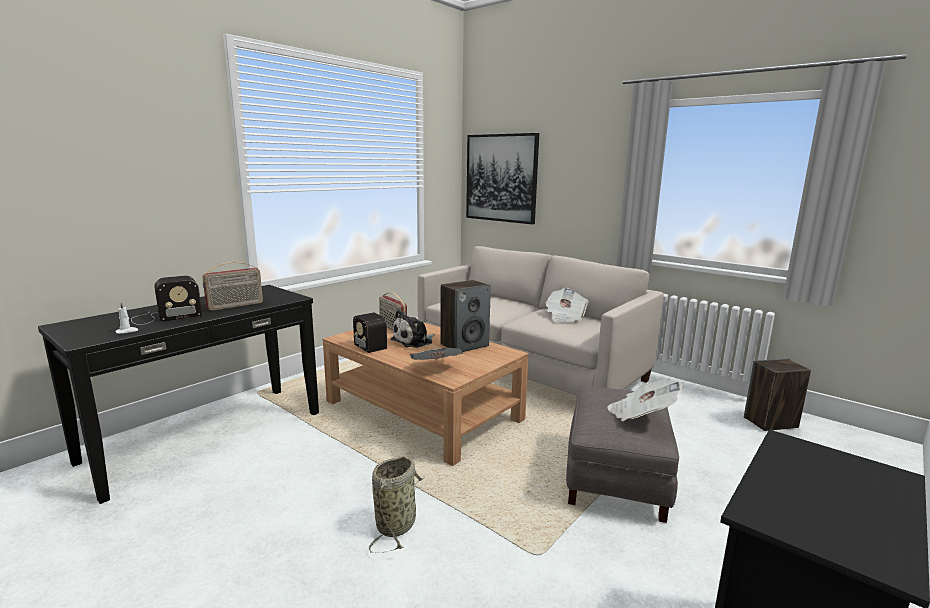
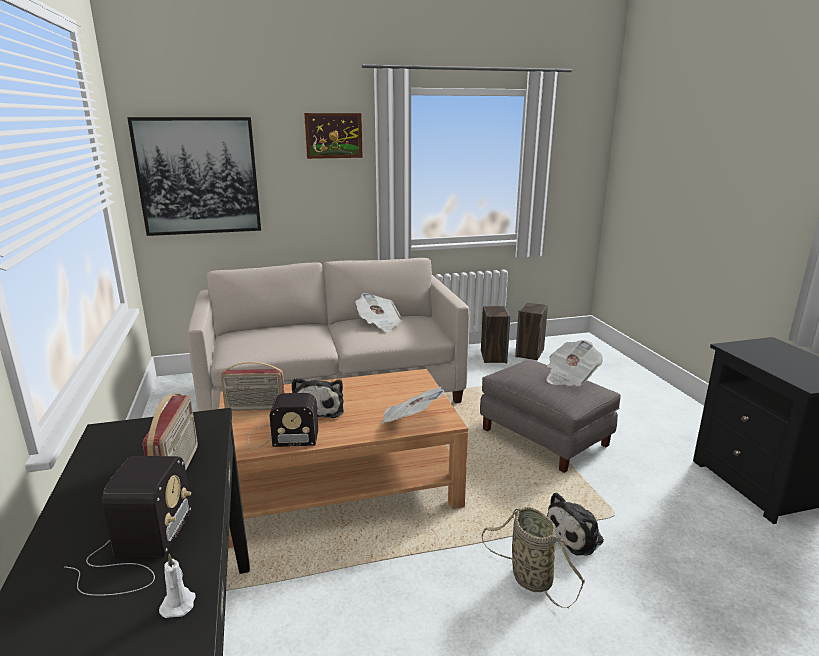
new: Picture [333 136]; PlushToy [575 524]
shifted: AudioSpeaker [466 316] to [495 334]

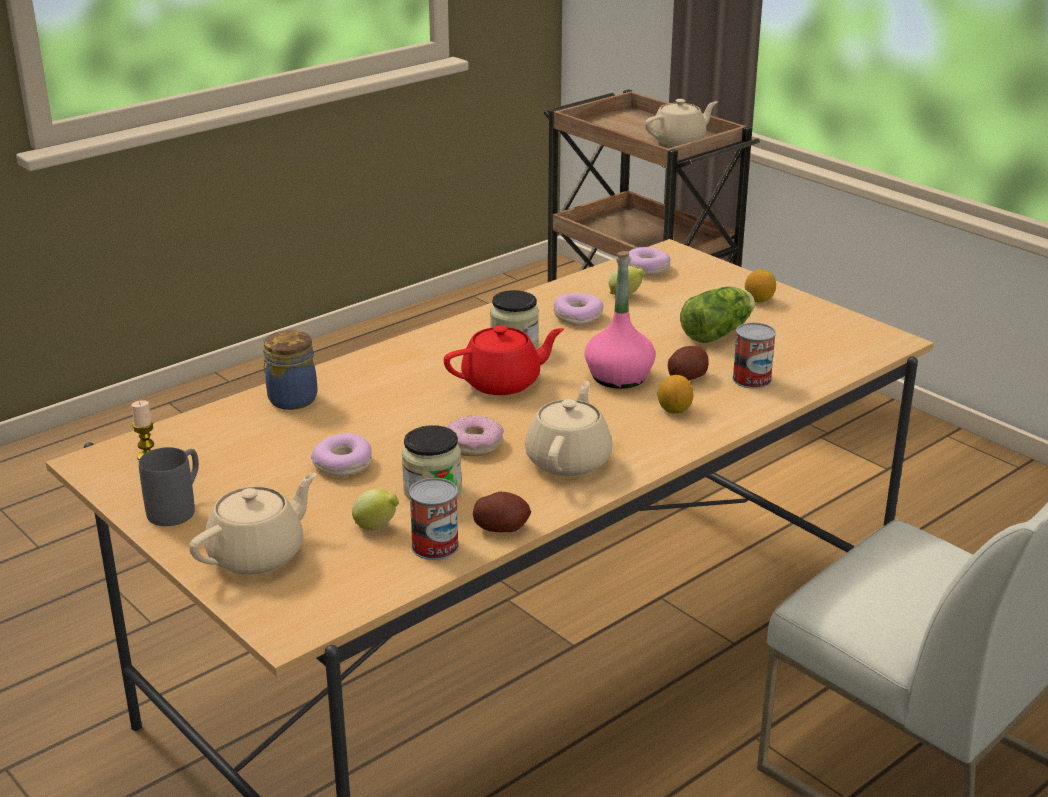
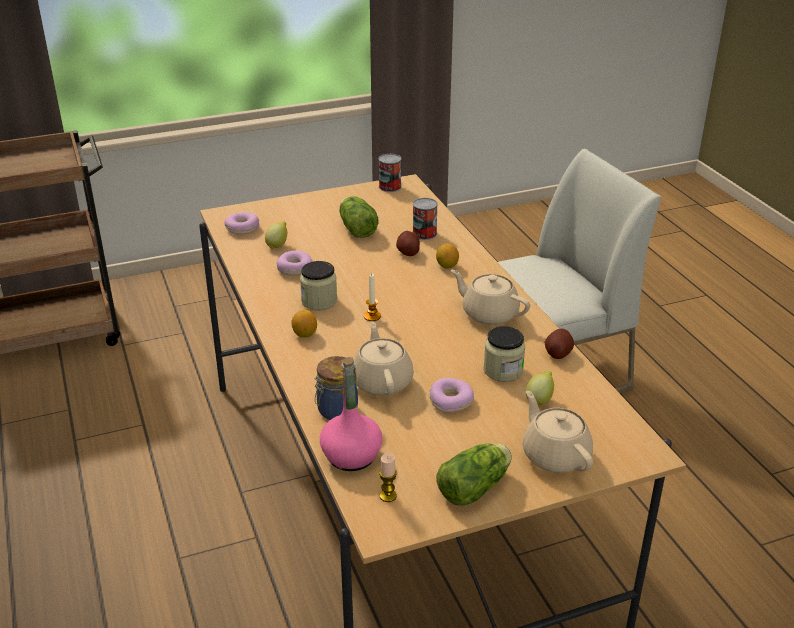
gone: Doughnut [475 435]
shifted: BeigeTeapot [681 123] to [383 358]; PinkColouredDrinkBottle [620 320] to [351 414]; CitrusFruit [760 286] to [304 324]; MetalCan [434 519] to [390 173]
swapped: ReddishTeapot [503 360] to WaxLight [372 297]; GrayCoffeeMug [169 486] to HeadOfLettuce [474 474]

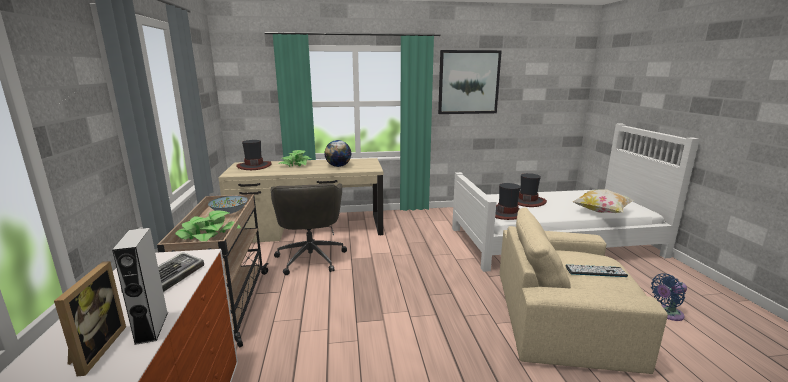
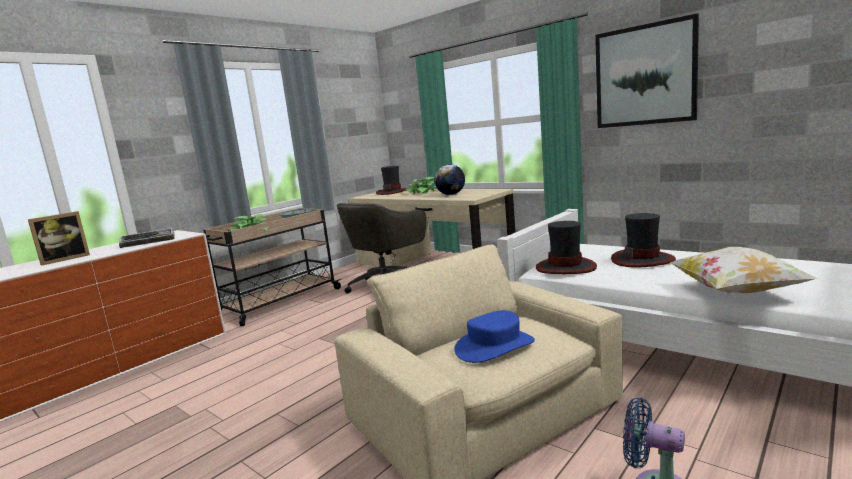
gone: GrayAudioSpeaker [140 286]
swapped: ComputerKeyboard [596 271] to BlueColouredHat [494 336]

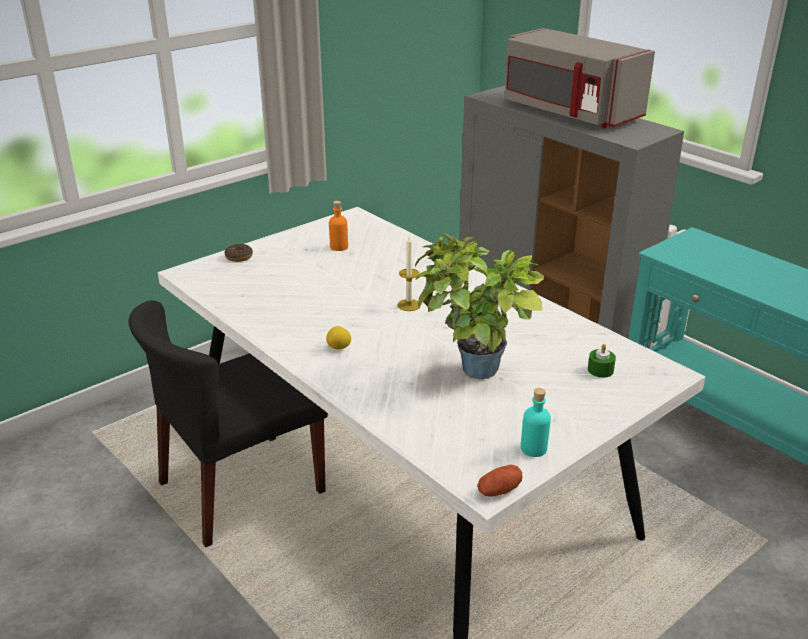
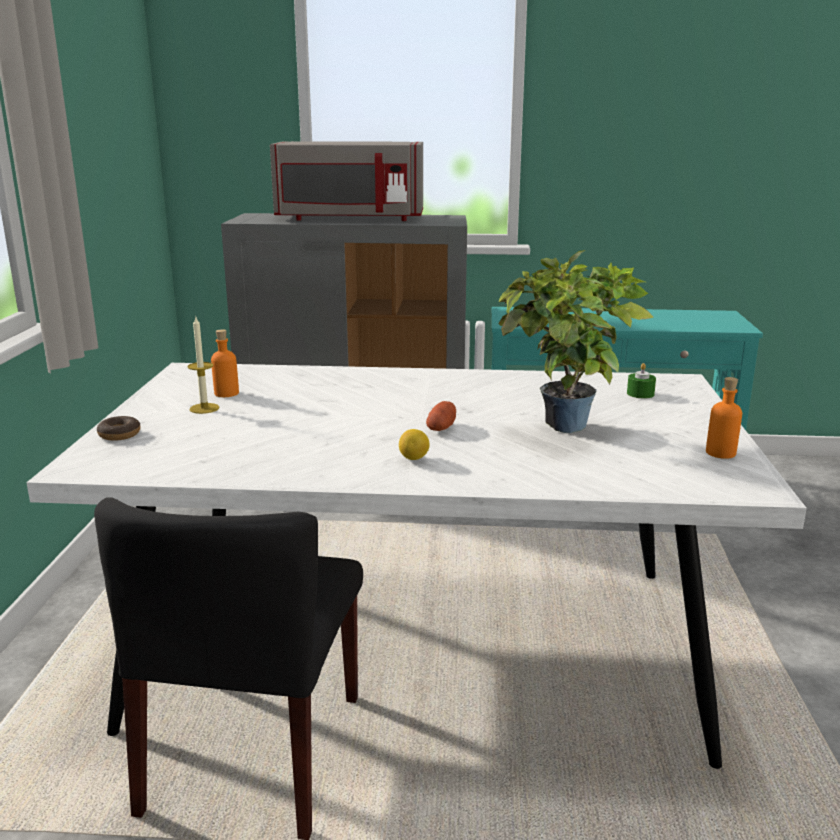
shifted: WaxLight [408 274] to [203 364]; WholePotato [499 481] to [441 416]
repainted: TurquoiseDrinkBottle [536 422] to OrangeDrinkBottle [724 418]

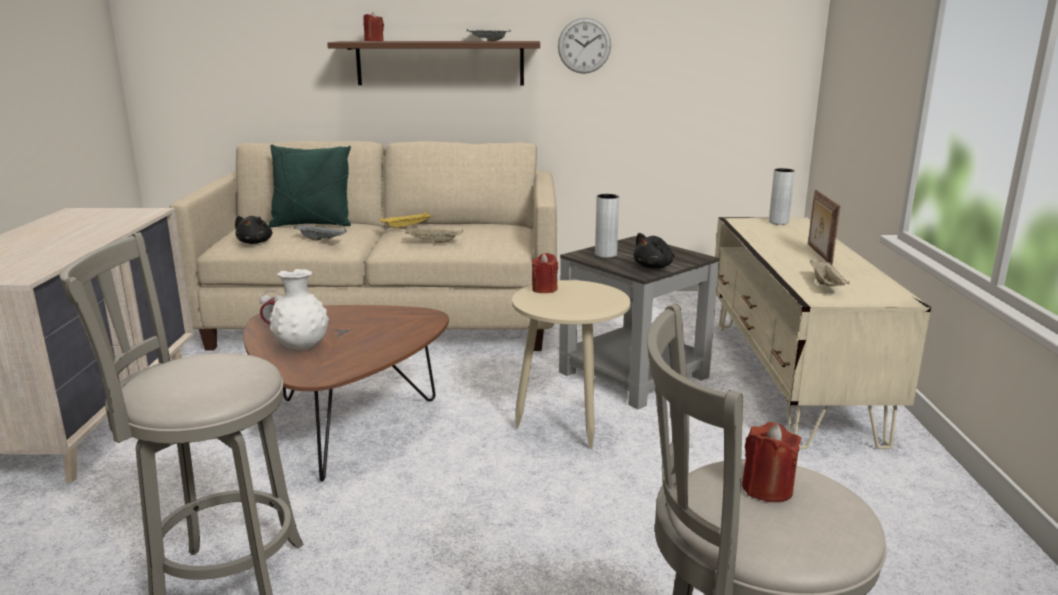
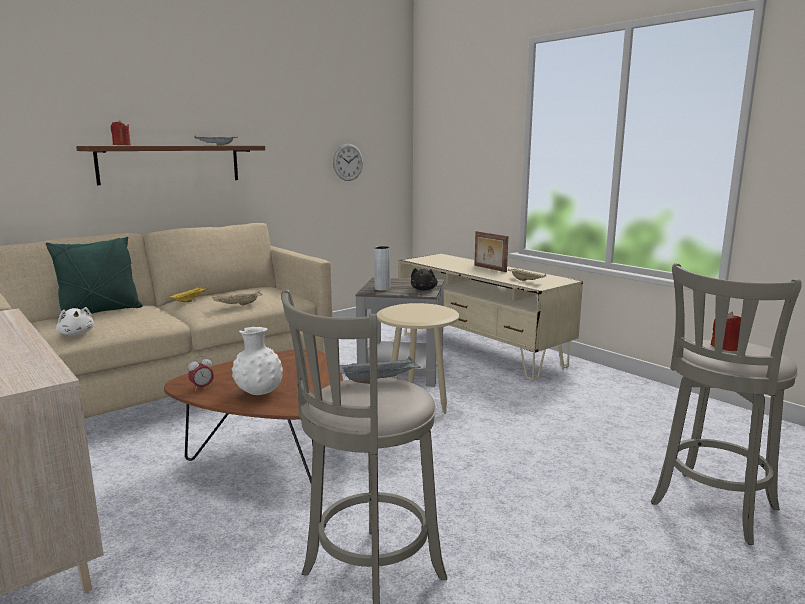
gone: GrayVase [782 196]; ReddishWaxLight [545 273]
shifted: HangingClock [584 46] to [348 162]; GrayCarryingTray [320 232] to [380 370]
repainted: BlackColouredPlushToy [253 230] to WhitishPlushToy [75 321]

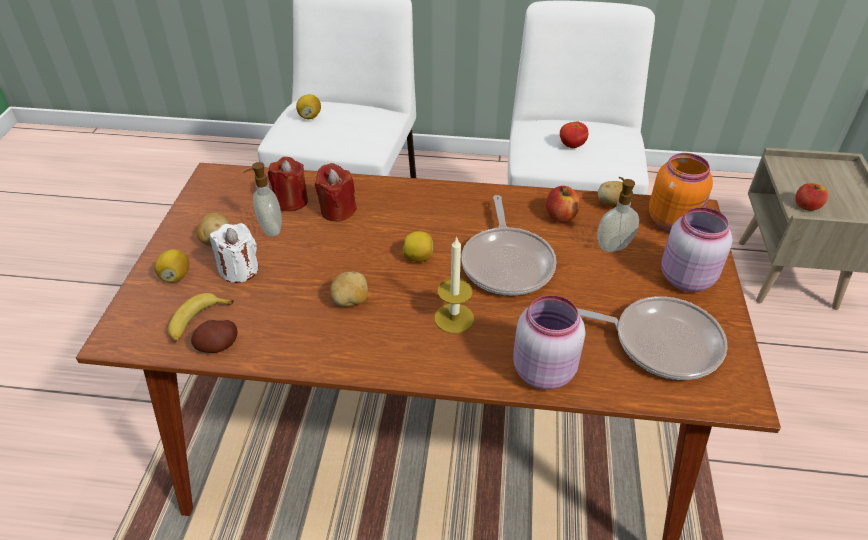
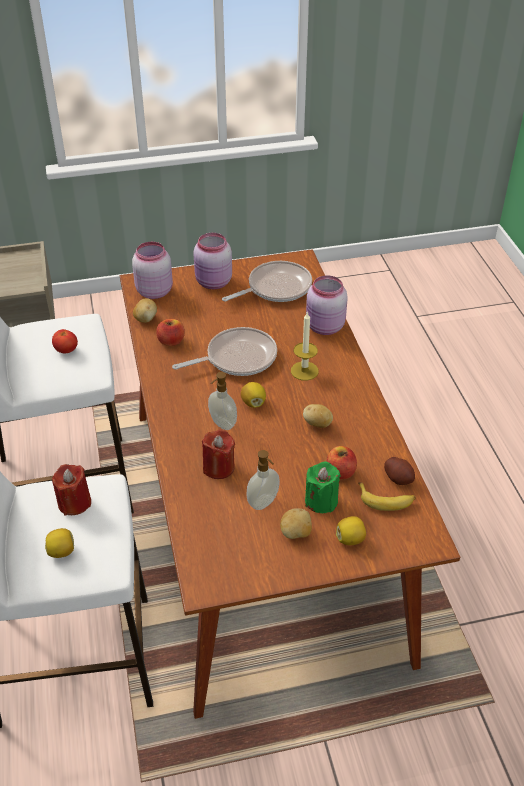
shifted: ReddishWaxLight [288 184] to [71 490]; SoapBottle [618 214] to [222 401]; WholeApple [812 197] to [341 463]
repainted: OrangeJar [681 192] to PinkColouredJar [152 270]; WhitishWaxLight [234 253] to GreenWaxLight [323 487]
rotated: Pan [652 338] = [267 281] 60 degrees clockwise

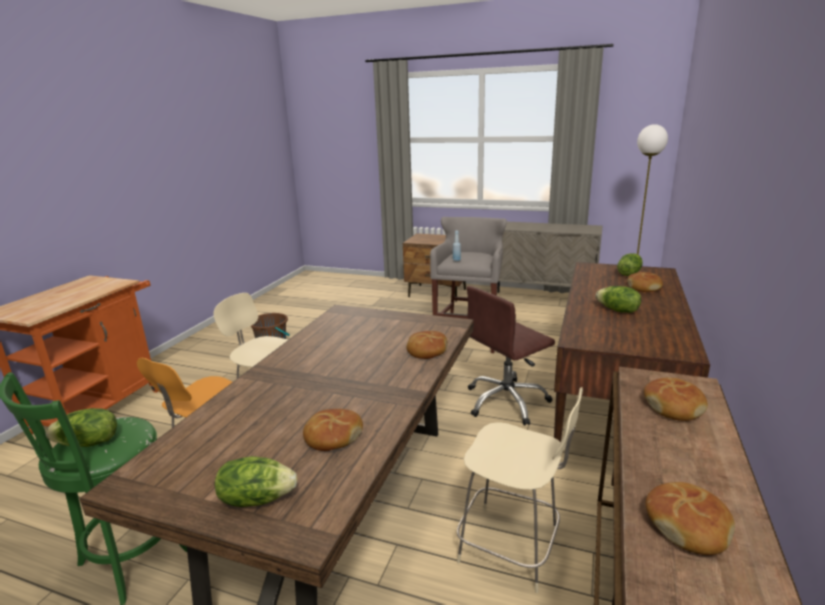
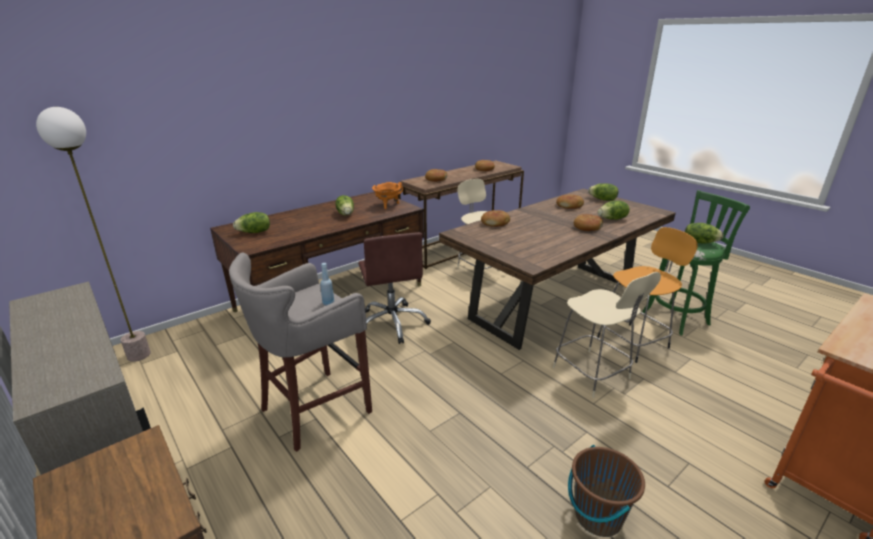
new: OrangeSaucepot [387 195]; HeadOfLettuce [614 210]
shifted: BakeryBread [645 282] to [588 222]
rotated: BrownColouredComputerChair [511 356] = [394 288] 75 degrees clockwise

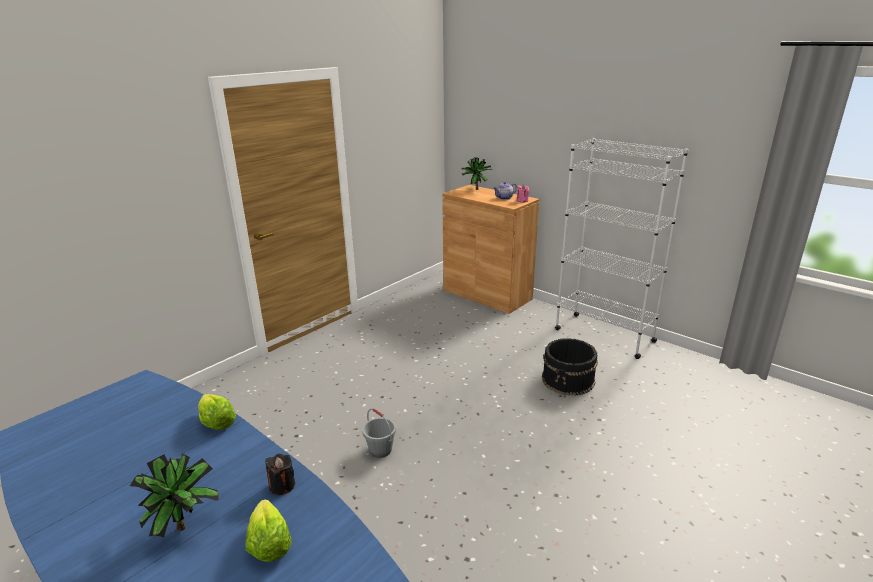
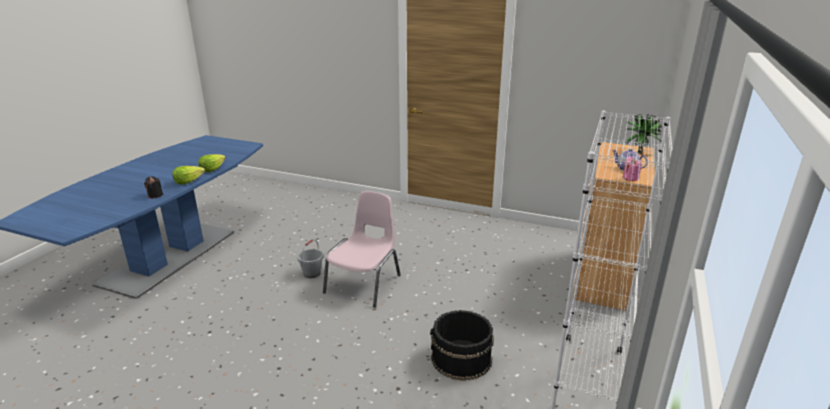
gone: Houseplant [174 495]
new: PinkColouredPlainChair [361 249]
shifted: HeadOfLettuce [268 530] to [188 175]

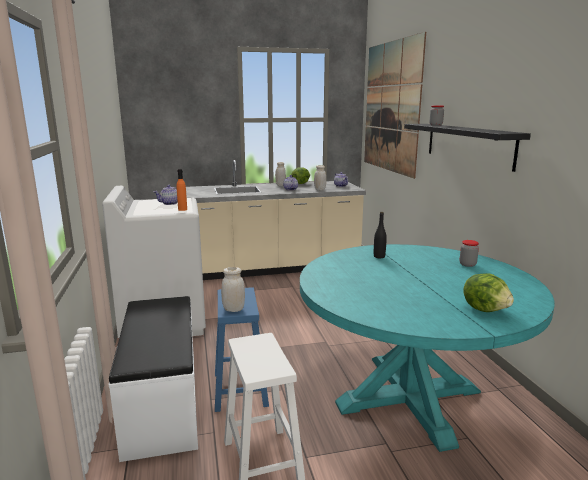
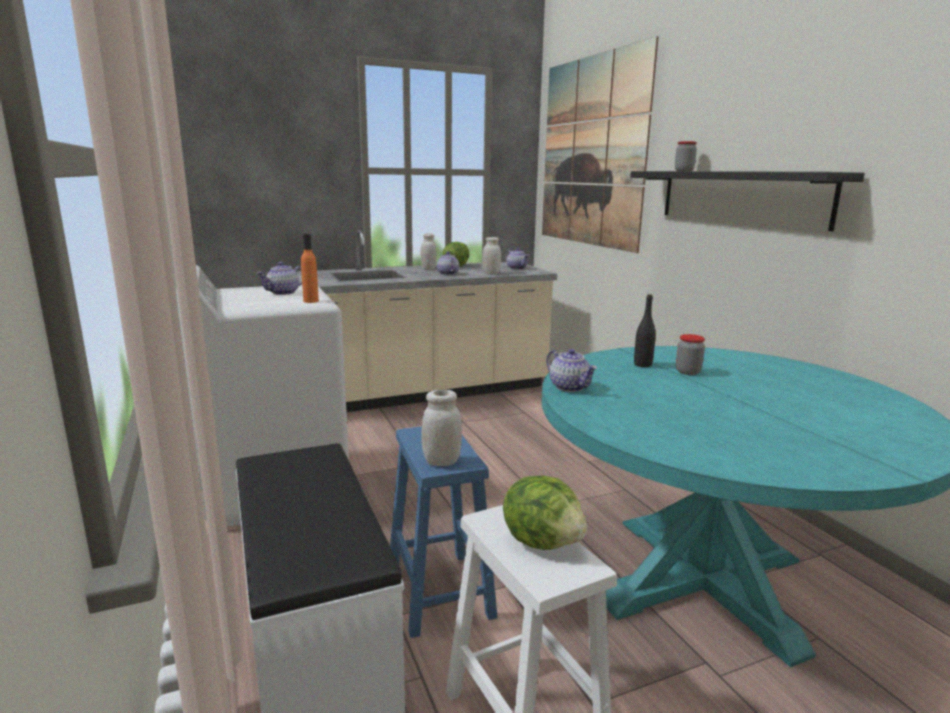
new: Teapot [571 370]
shifted: Jar [469 253] to [690 354]; HeadOfLettuce [488 292] to [545 513]

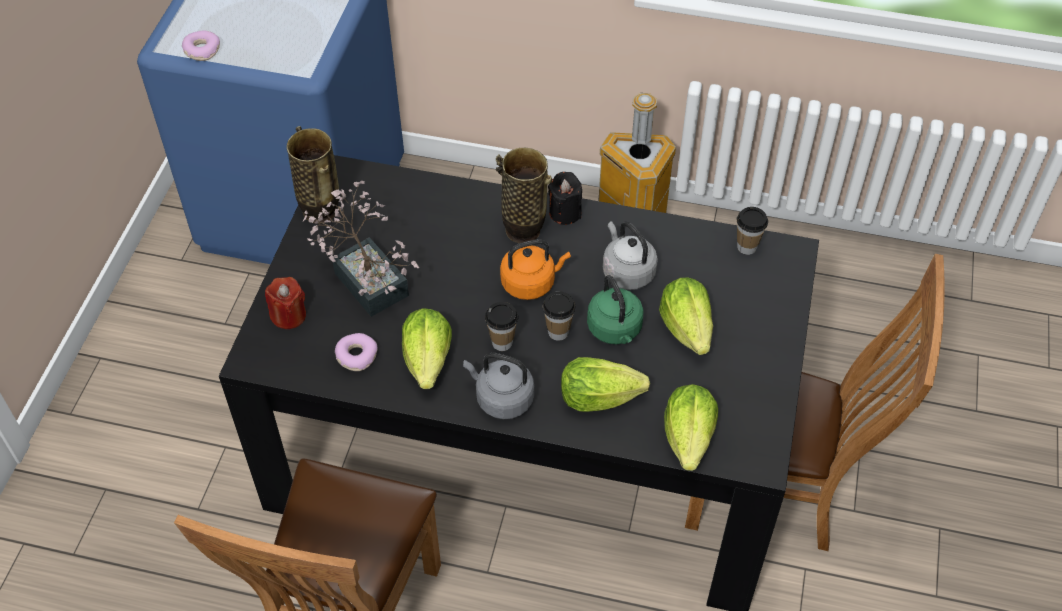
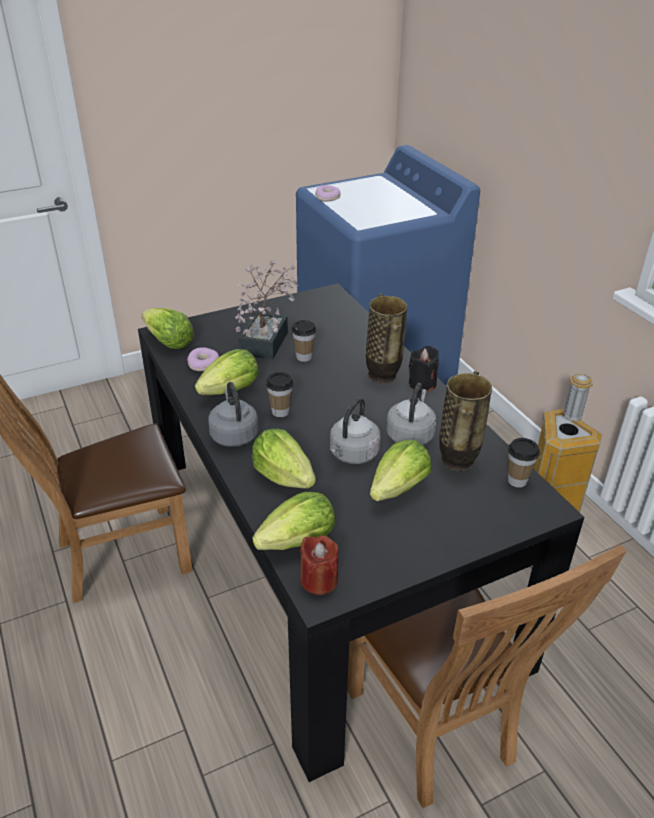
gone: OrangeWaterKettle [535 269]
new: HeadOfLettuce [167 328]
shifted: Vase [313 175] to [465 421]; ReddishWaxLight [285 303] to [319 565]; SmallCup [559 316] to [304 341]
repainted: GreenWaterKettle [615 309] to GrayWaterKettle [355 431]

